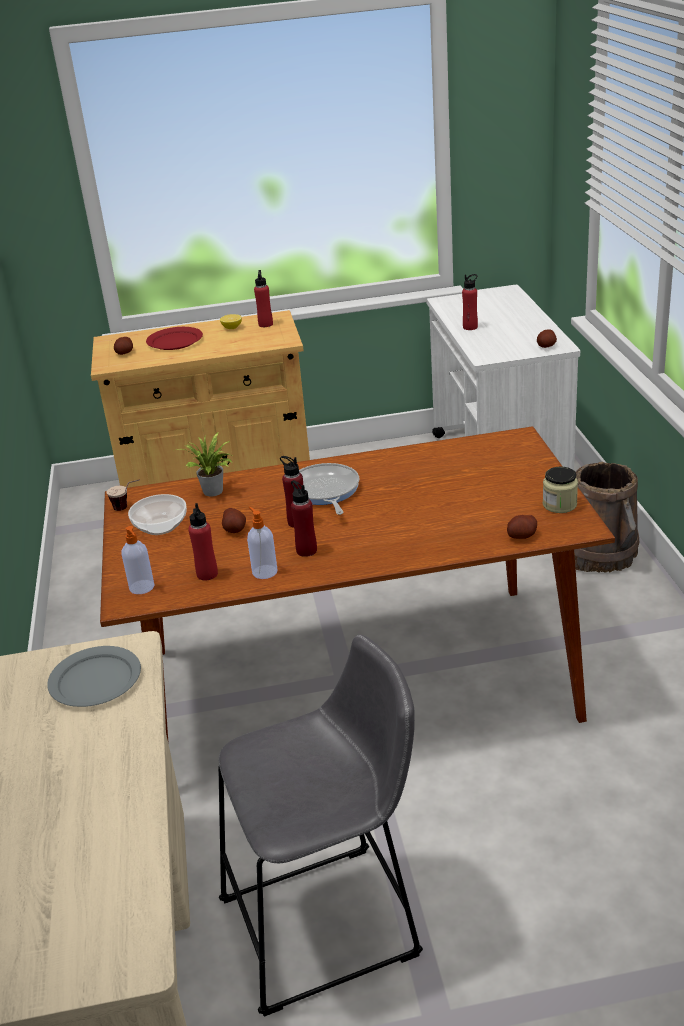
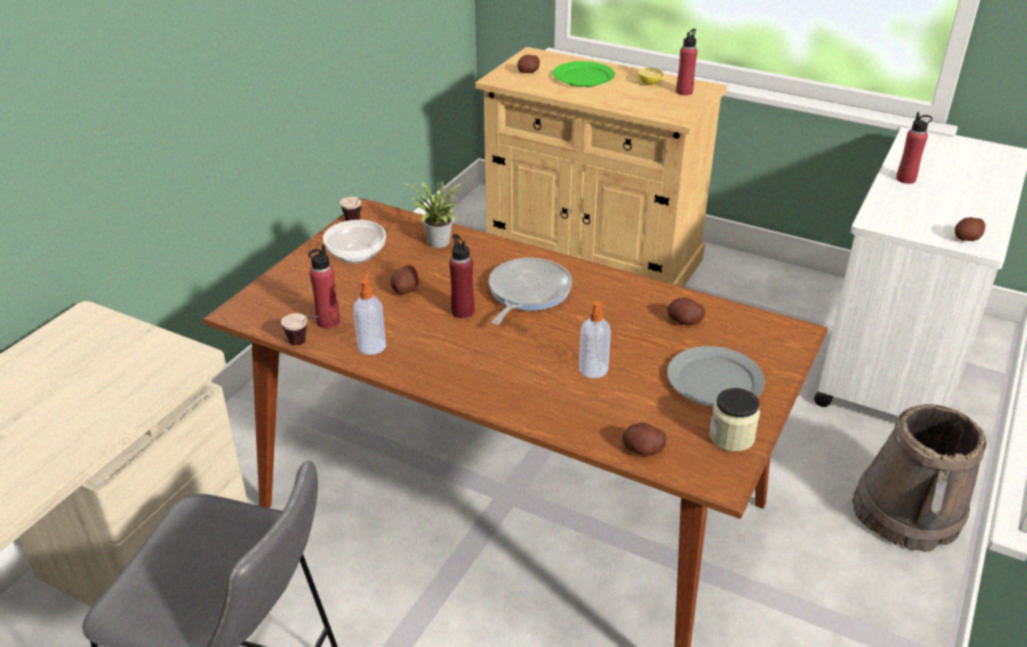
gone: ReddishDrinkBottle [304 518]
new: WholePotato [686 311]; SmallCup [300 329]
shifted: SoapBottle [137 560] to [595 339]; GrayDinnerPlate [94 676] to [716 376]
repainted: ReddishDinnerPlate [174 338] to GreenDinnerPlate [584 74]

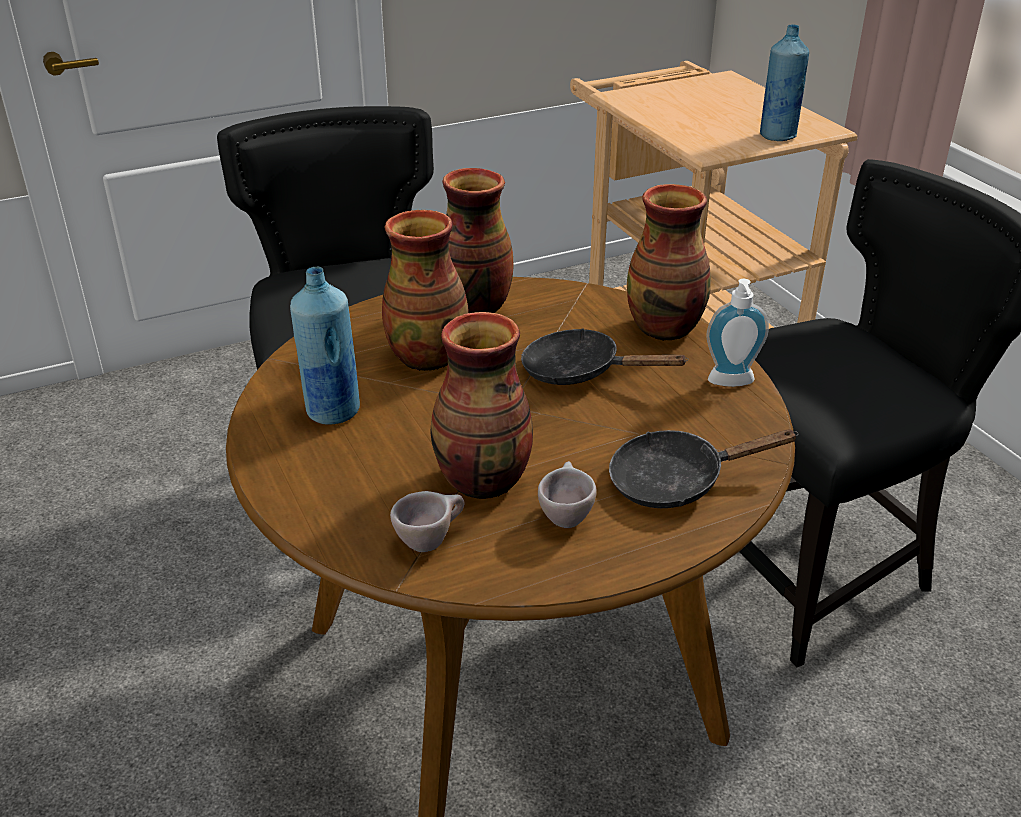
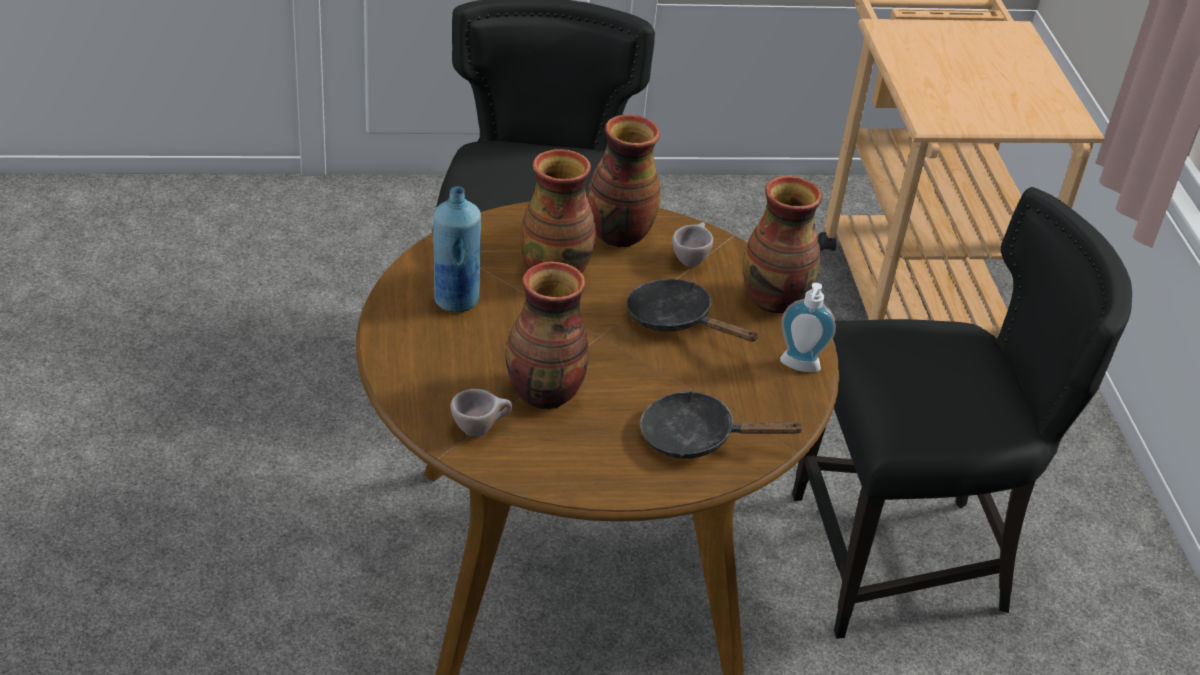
gone: BlueColouredDrinkBottle [784 82]
shifted: BeigeSmallCup [567 494] to [692 244]

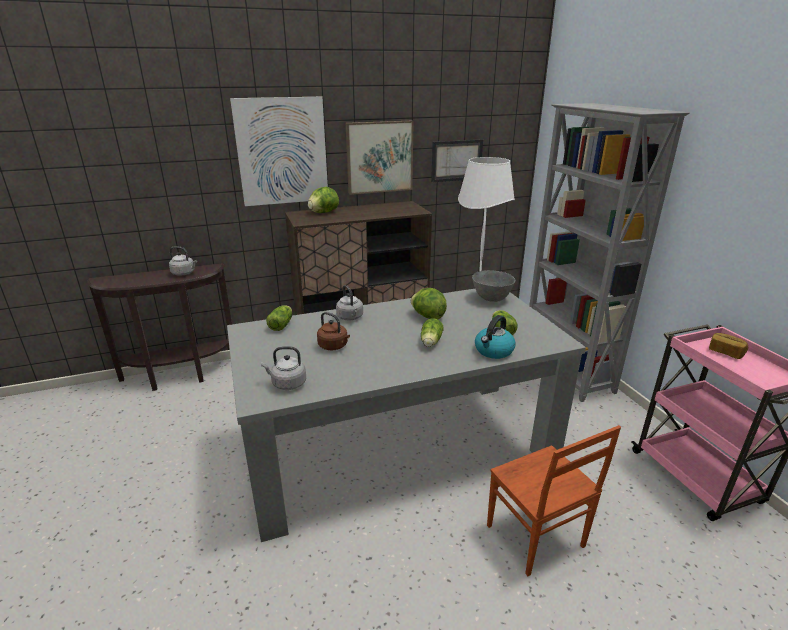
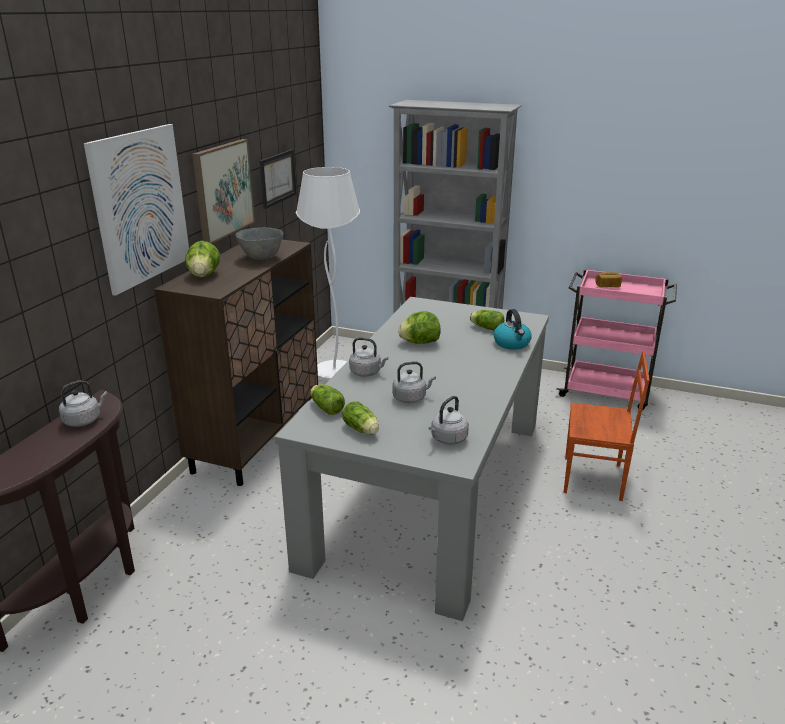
shifted: GrayBowl [493 286] to [259 243]; HeadOfLettuce [432 332] to [360 418]
repainted: BrownColouredWaterKettle [333 331] to GrayWaterKettle [414 382]

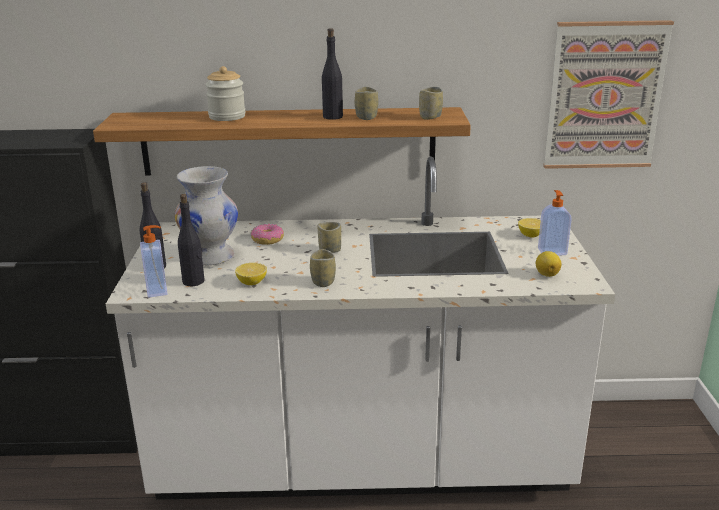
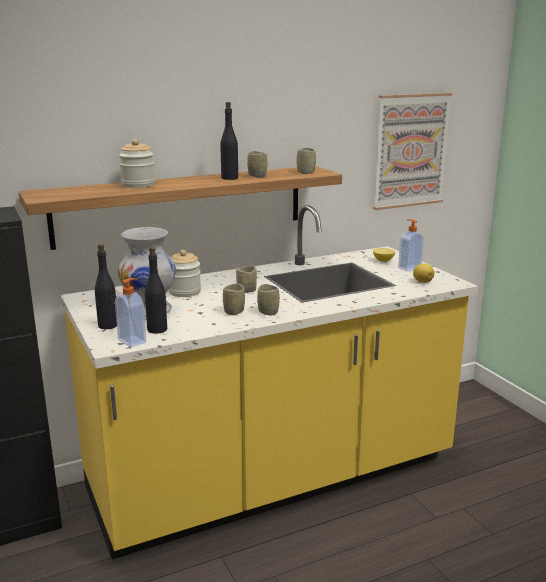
gone: CitrusFruit [251 274]
new: SmallCup [234 299]
swapped: Doughnut [267 234] to Jar [185 273]
repainted: WhitishCounter [360 328] to YellowCounter [269 382]

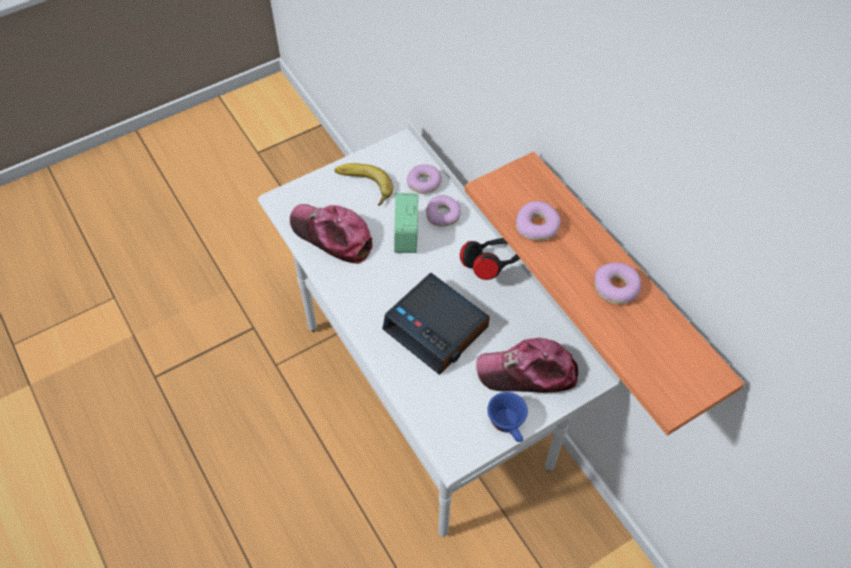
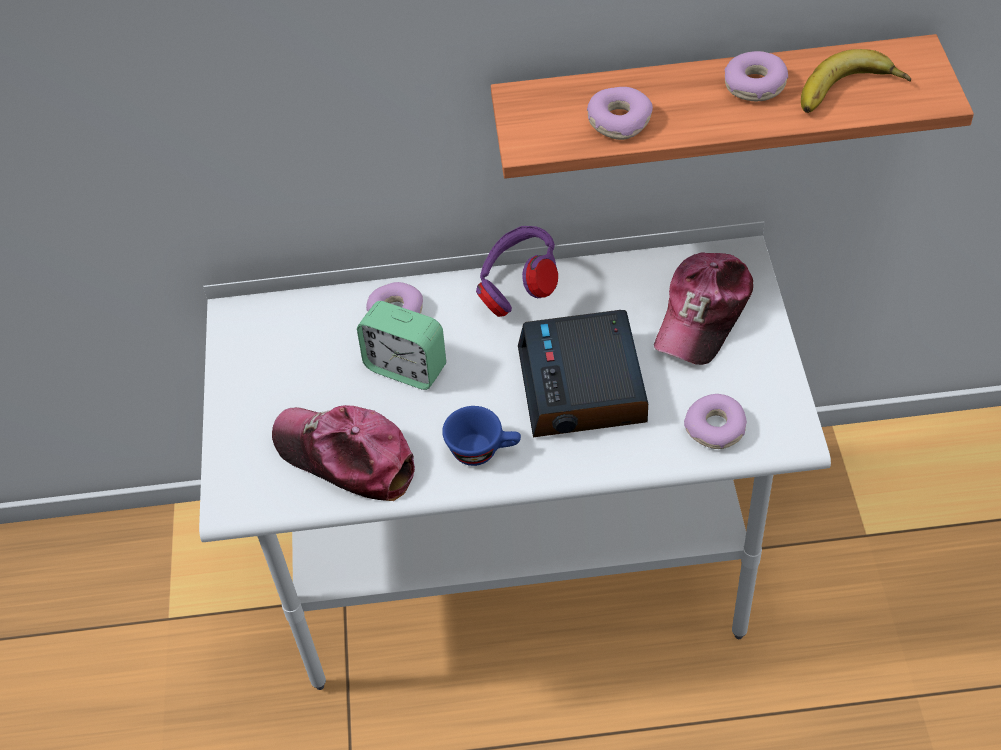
shifted: BananaFruit [364 184] to [856 81]; Doughnut [424 179] to [715 421]; BlueColouredSmallCup [507 417] to [481 436]
repainted: BlackColouredPairOfHeadphones [490 259] to PurplishPairOfHeadphones [517 271]
rotated: PeakedCap [331 234] = [343 453] 60 degrees clockwise; AlarmClock [436 324] = [583 373] 105 degrees clockwise

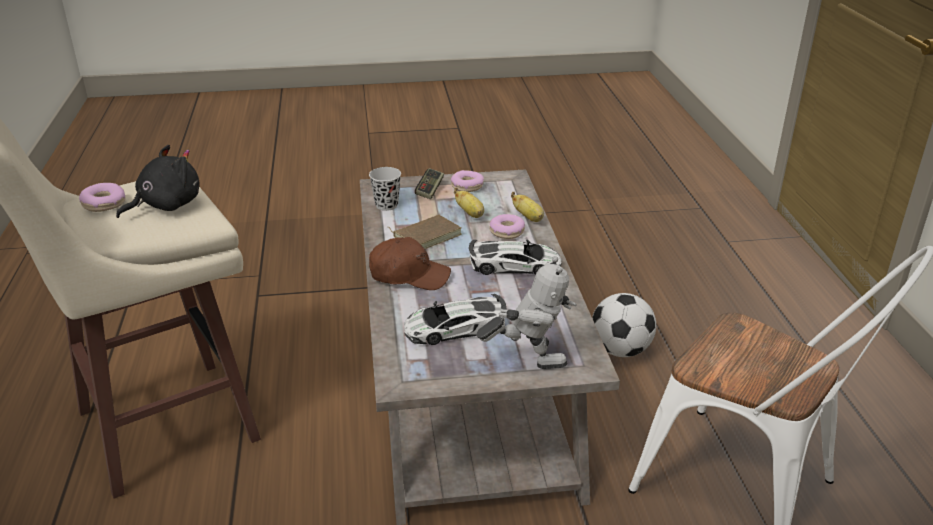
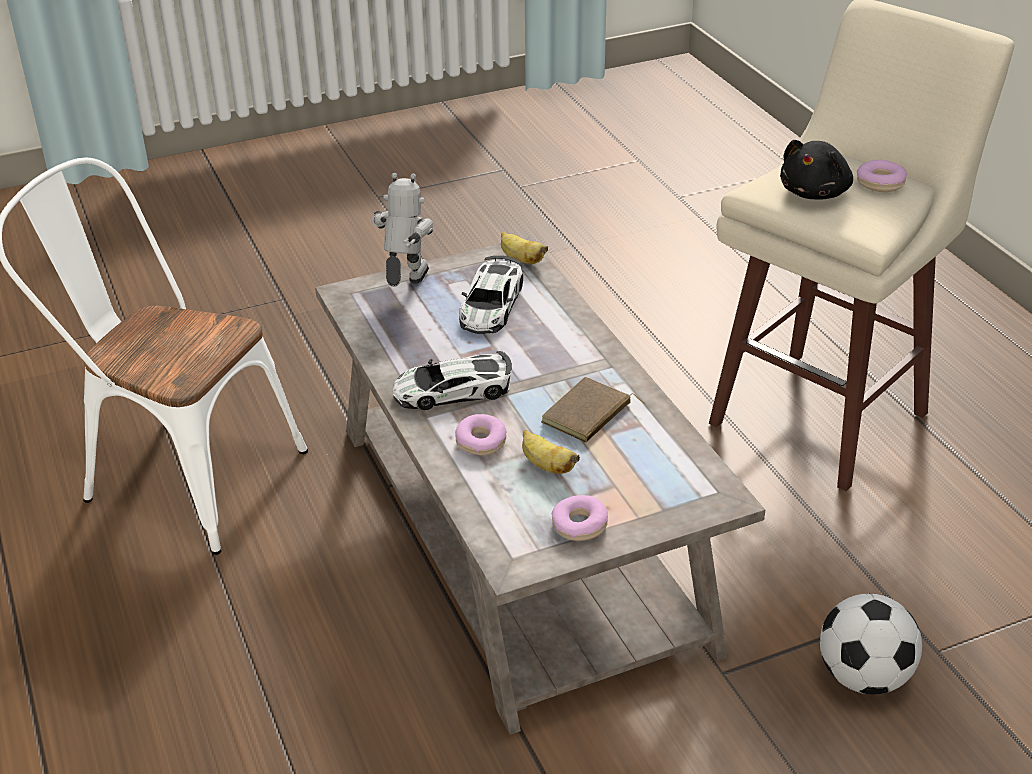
gone: BlackColouredSmallCup [385 189]; Joypad [429 183]; BrownColouredPeakedCap [410 263]
shifted: BananaFruit [527 207] to [524 248]; FootballBall [624 325] to [871 644]
rotated: ModelRobot [527 312] = [402 230] 120 degrees clockwise; MiniatureCar [455 319] = [491 295] 135 degrees clockwise

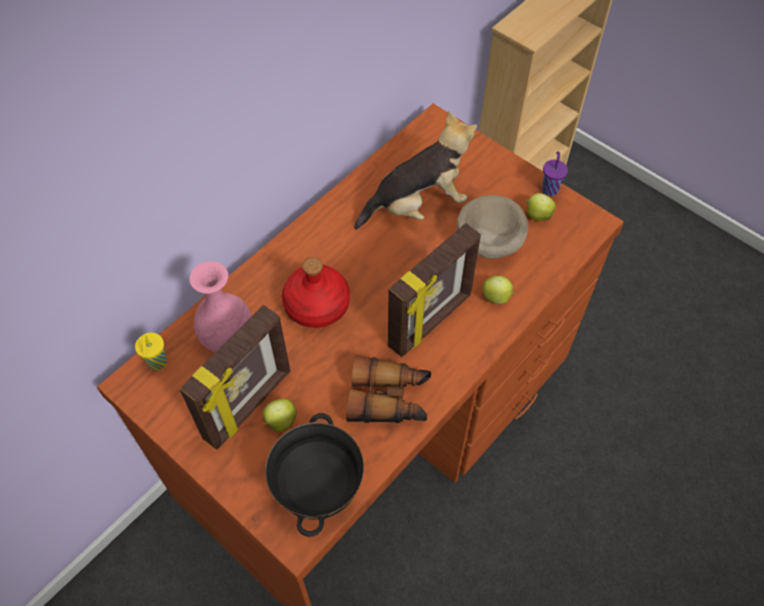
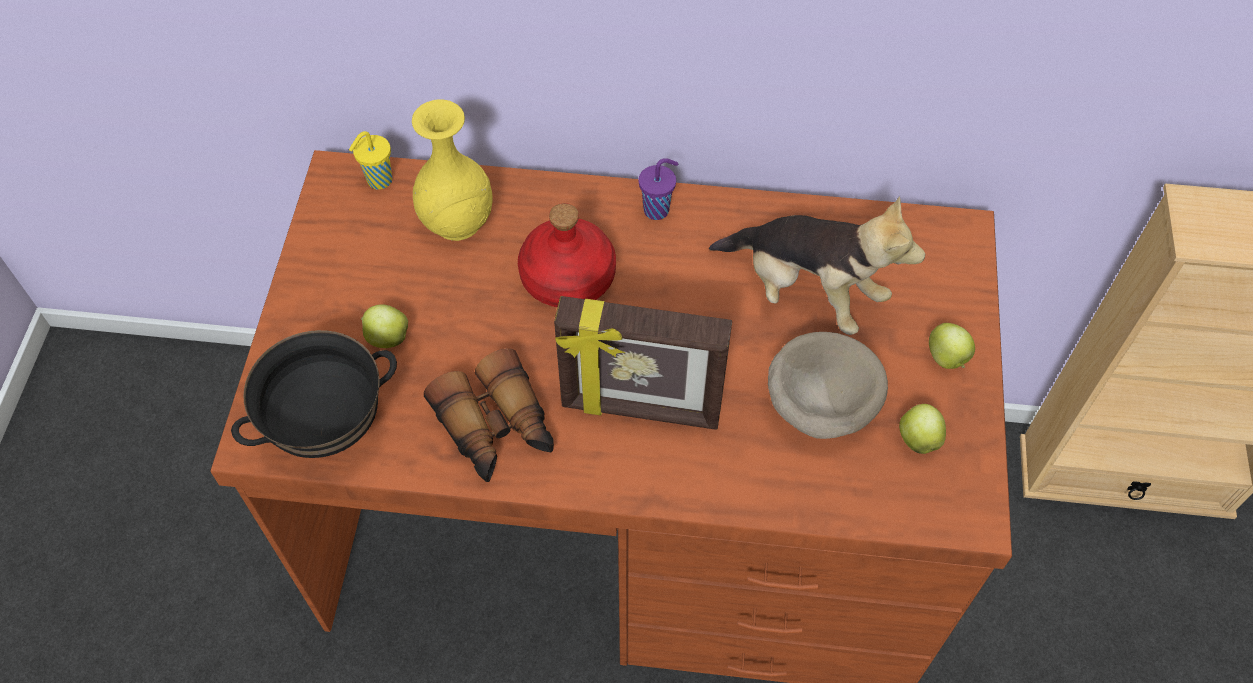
gone: PhotoFrame [234 377]
shifted: PurplishSmallCup [555 174] to [658 189]; WholeApple [499 290] to [952 346]
repainted: PinkColouredVase [220 306] to YellowVase [452 170]

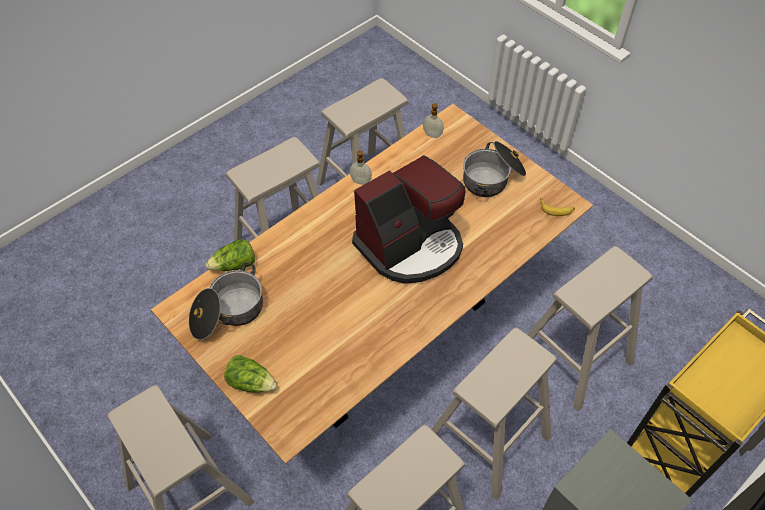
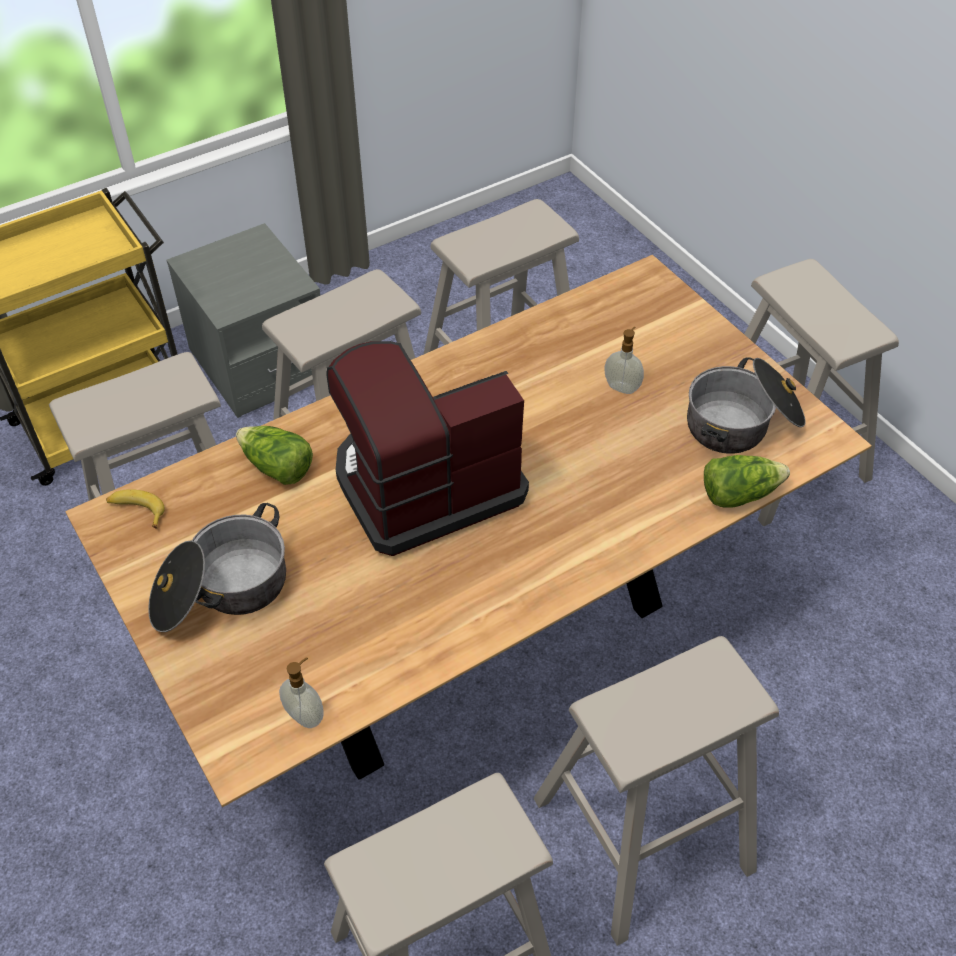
shifted: SoapBottle [360 168] to [624 360]; HeadOfLettuce [250 374] to [274 455]

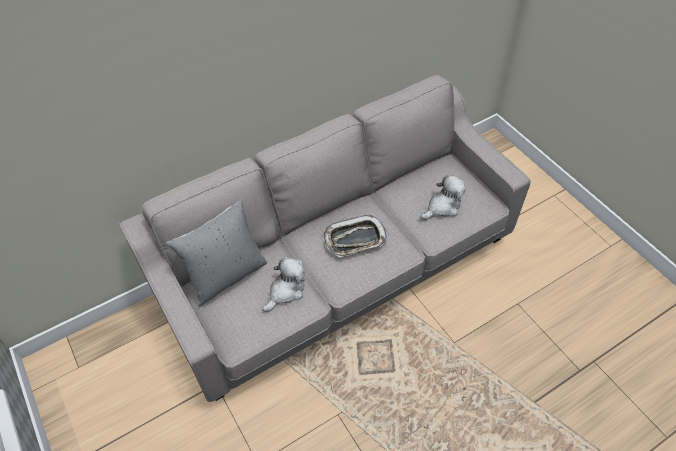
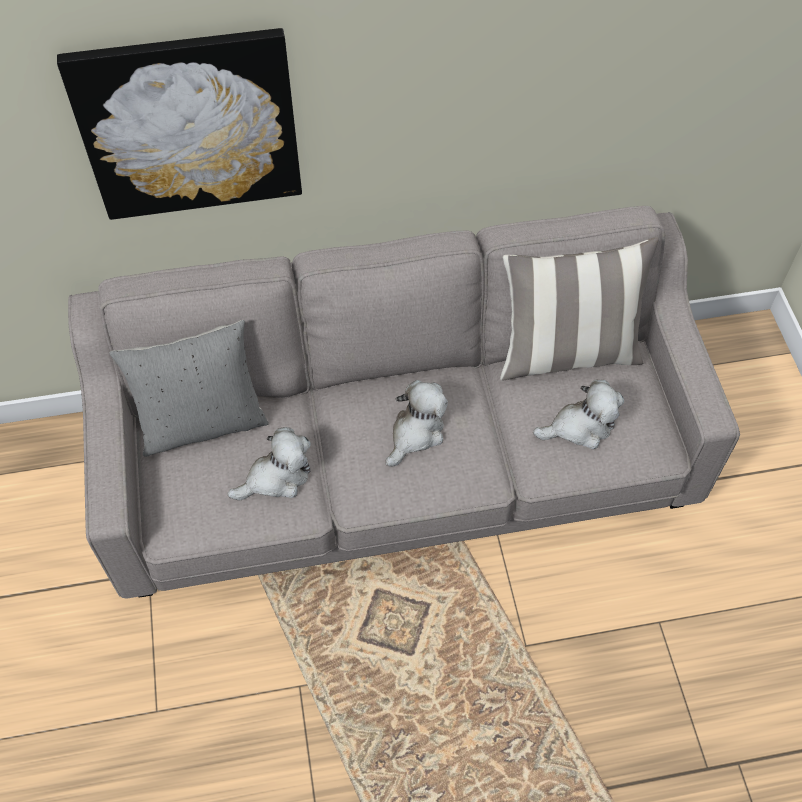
new: Picture [179 124]; Pillow [579 309]
swapped: CarryingTray [356 236] to PlushToy [417 423]

